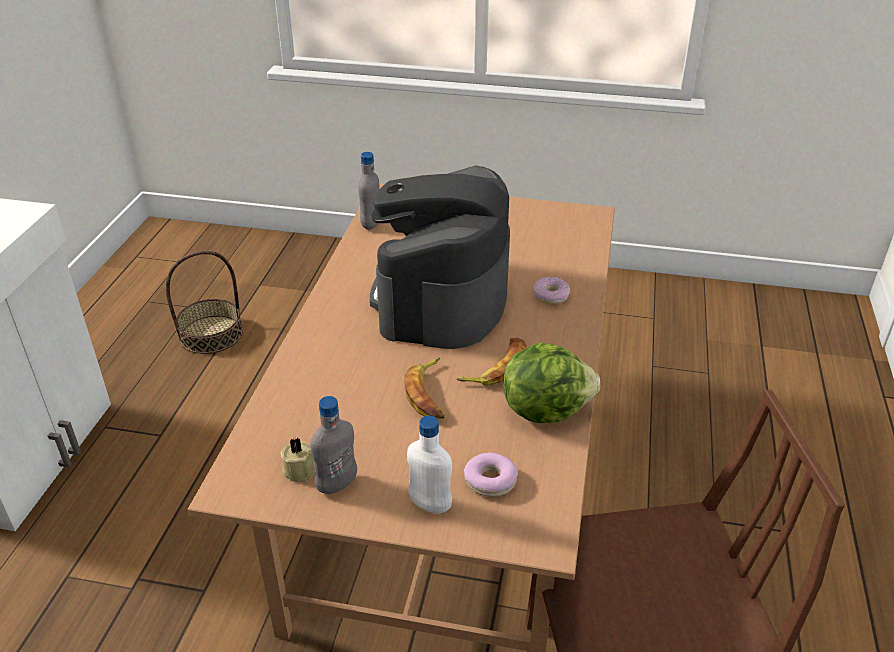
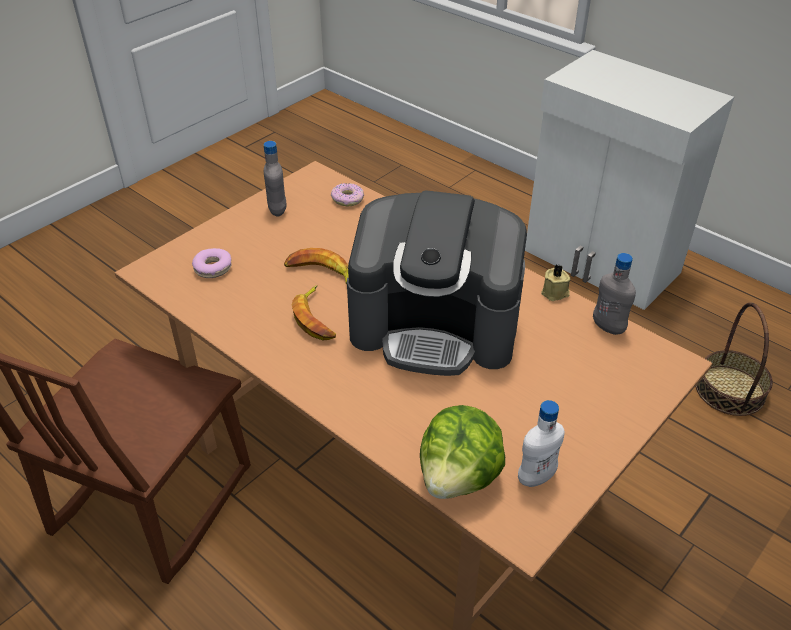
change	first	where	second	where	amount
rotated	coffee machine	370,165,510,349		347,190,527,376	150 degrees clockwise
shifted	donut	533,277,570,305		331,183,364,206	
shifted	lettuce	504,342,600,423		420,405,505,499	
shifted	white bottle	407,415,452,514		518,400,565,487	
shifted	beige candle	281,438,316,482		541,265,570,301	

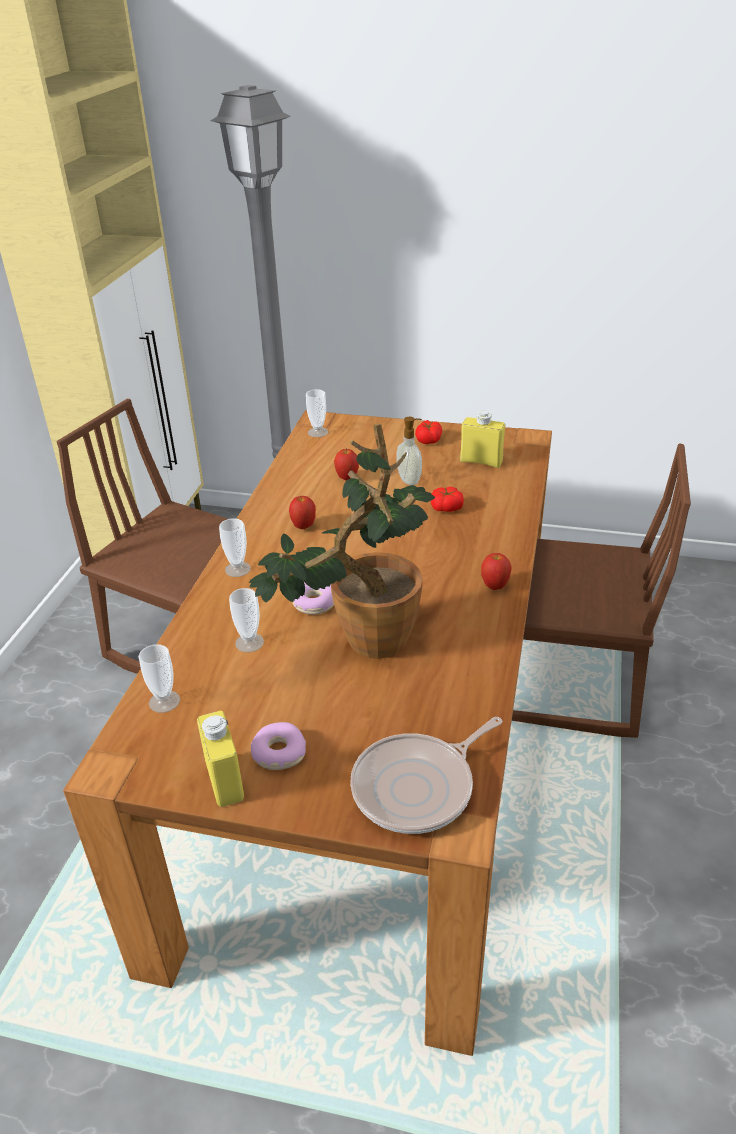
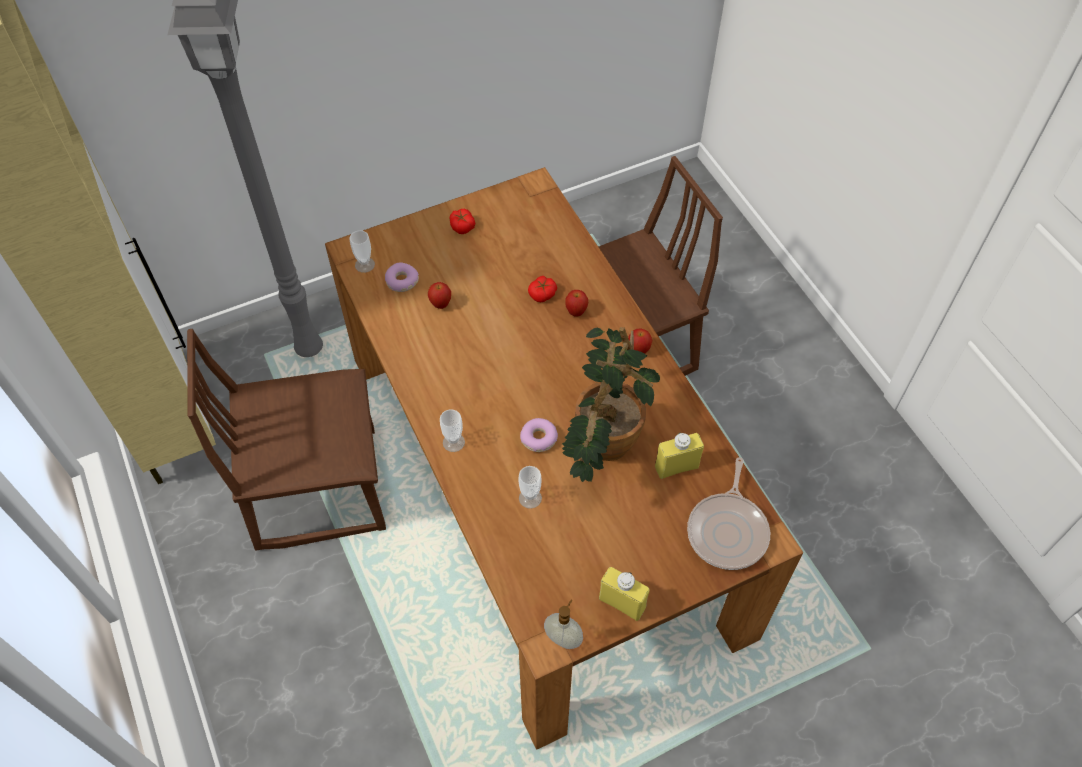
change	first	where	second	where	amount
shifted	yellow bottle	460,411,505,468		655,433,704,479	
shifted	soap dispenser	397,417,422,485		544,600,583,649	
shifted	apple	289,496,316,529		565,290,588,317	
gone	cup	138,644,180,713			
shifted	donut	251,722,306,770		385,262,419,292	

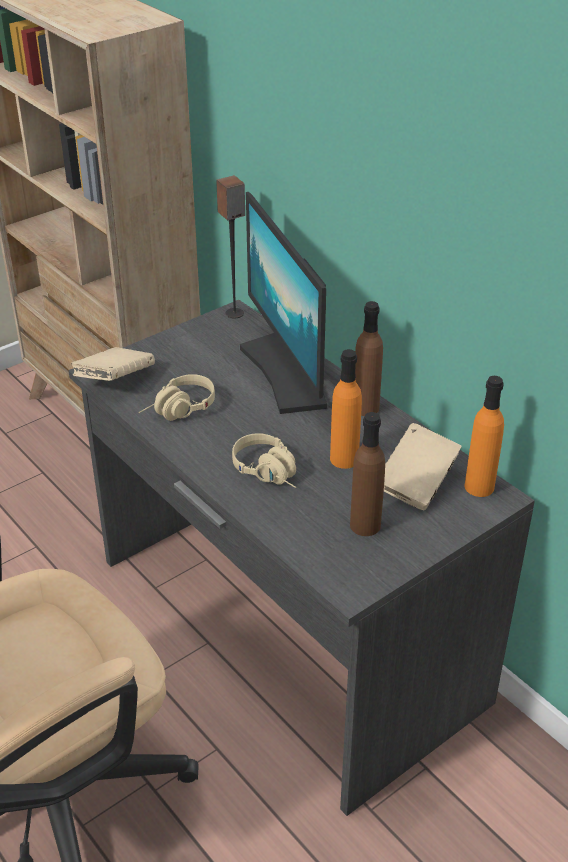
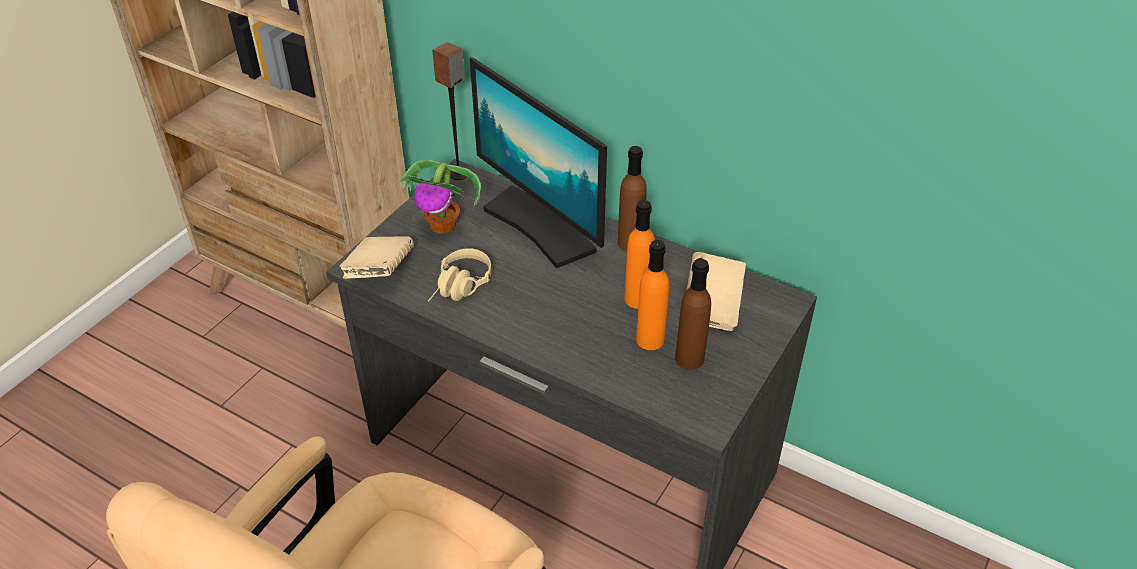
change	first	where	second	where	amount
shifted	orange bottle	464,376,504,497		636,240,669,350	
gone	beige headphones	232,433,296,488			
new			potted plant	397,159,481,233	

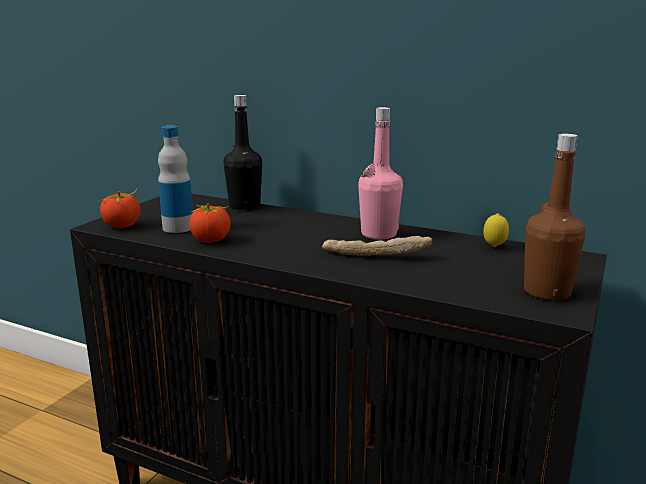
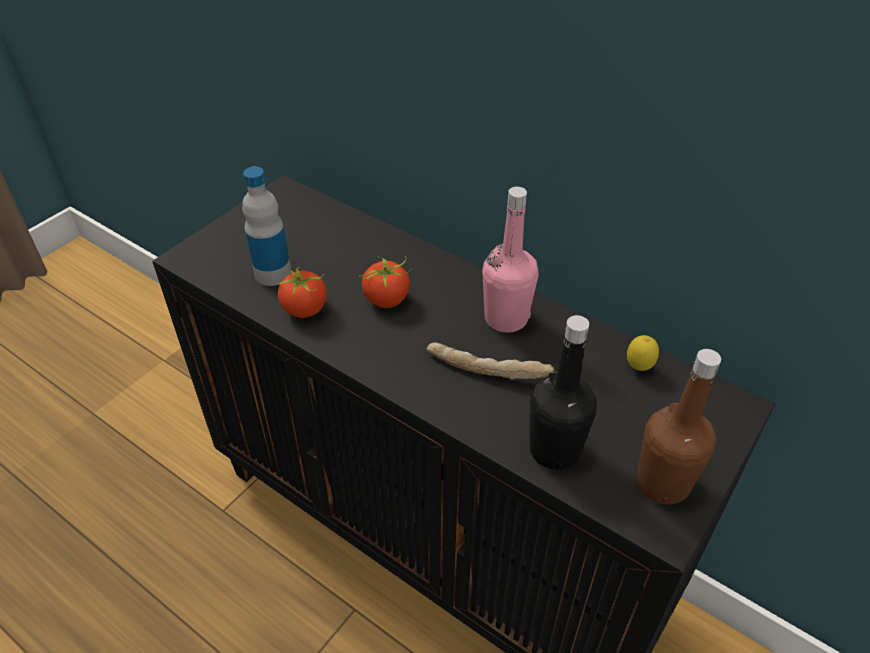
change	first	where	second	where	amount
shifted	black bottle	224,95,262,210		530,315,597,470	
shifted	tomato	98,189,140,228		359,256,412,308	

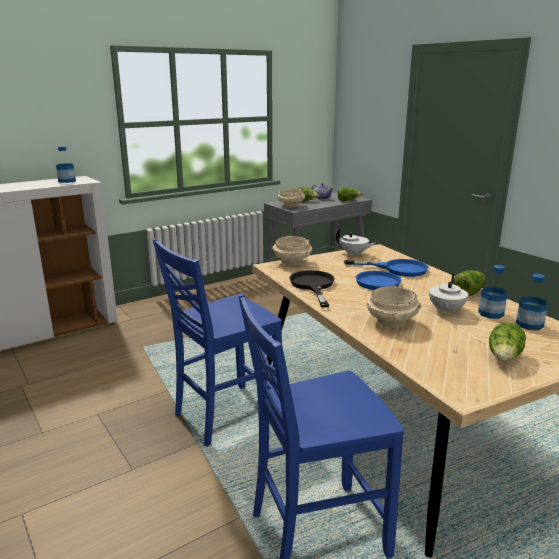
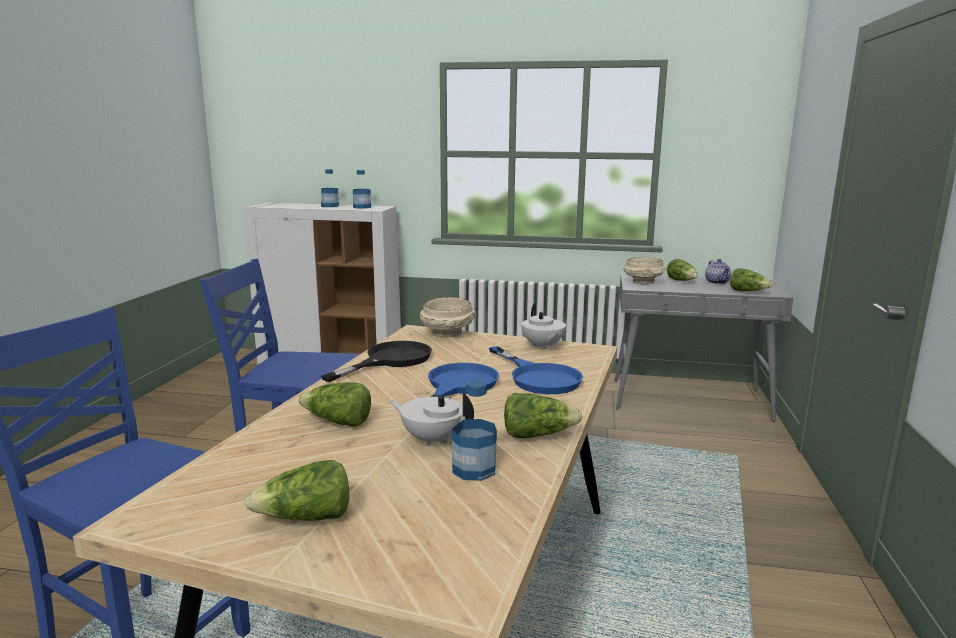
change	first	where	second	where	amount
rotated	white teapot	429,273,468,314		389,393,474,447	45 degrees clockwise
shifted	bottle	516,274,548,330		321,169,339,207	
swapped	beige bowl	367,286,421,327	lettuce	298,382,371,427	

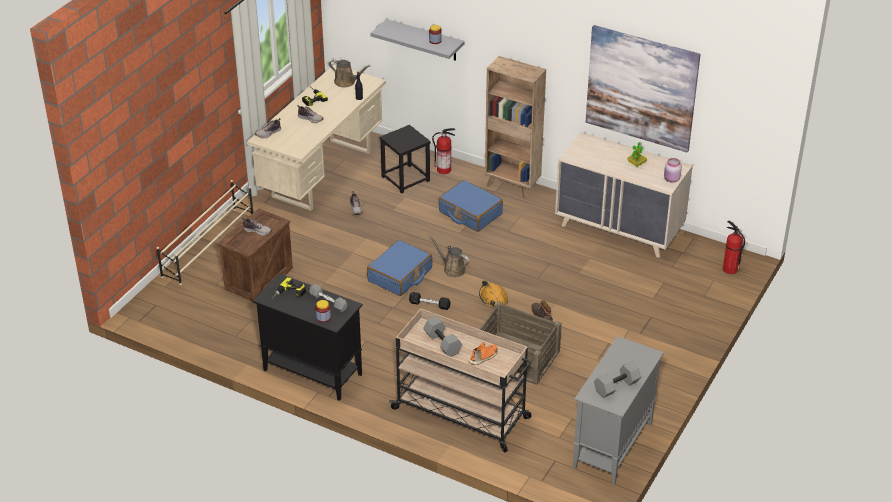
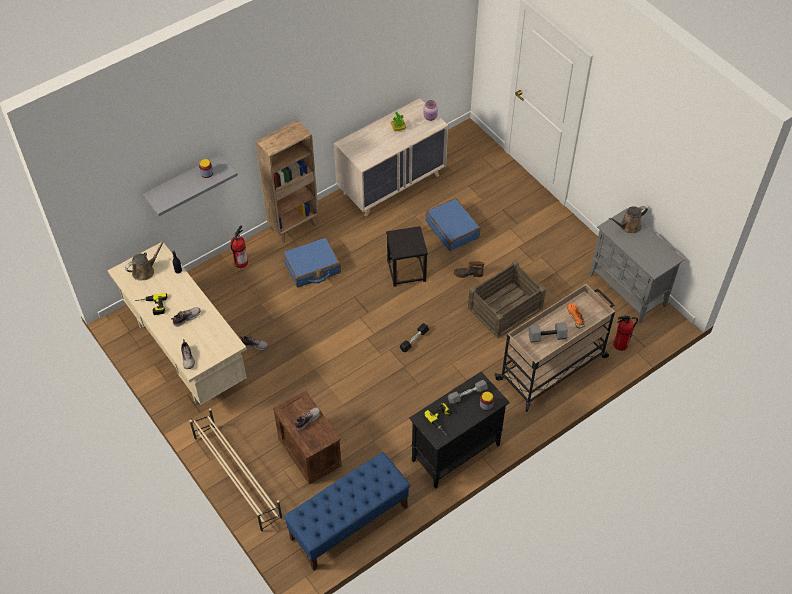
change	first	where	second	where	amount
gone	picture	586,25,701,152			
shifted	black stool	379,125,431,194		386,226,428,287	
shifted	fire extinguisher	723,221,745,274		613,316,638,351	
shifted	brown watering can	429,235,470,277		609,206,648,233	
shifted	blue suitcase	367,240,432,296		426,198,481,251	
gone	orange hard hat	479,280,508,307			
gone	grey dumbbell	594,361,641,398			
new			blue bench	284,452,410,571	

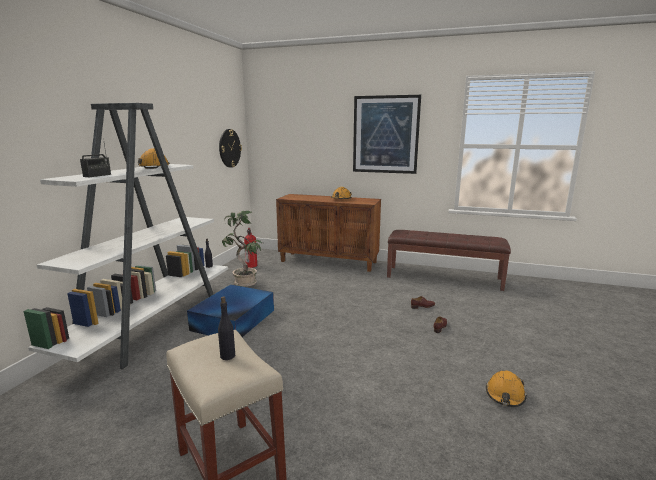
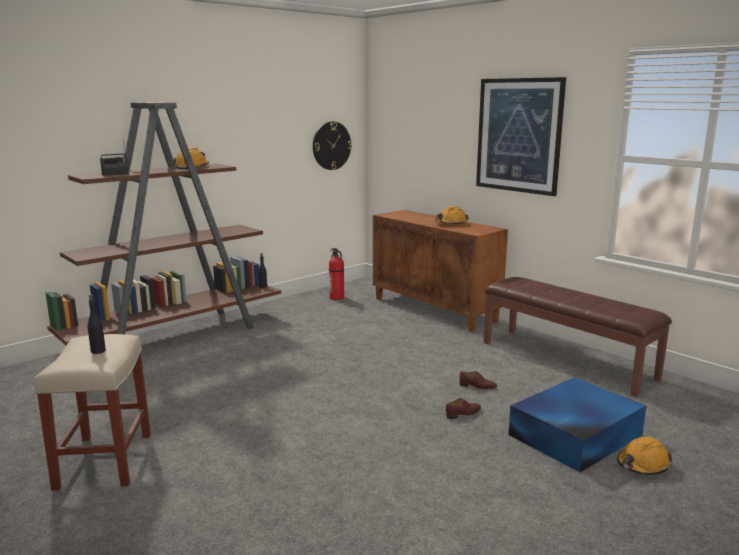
change	first	where	second	where	amount
repainted	white bookcase	23,103,228,369	brown bookcase	45,102,281,345	
gone	potted plant	220,211,263,287			
shifted	blue storage box	187,285,274,337		508,377,646,472	
shifted	orange hard hat	486,370,527,407		617,437,672,475	

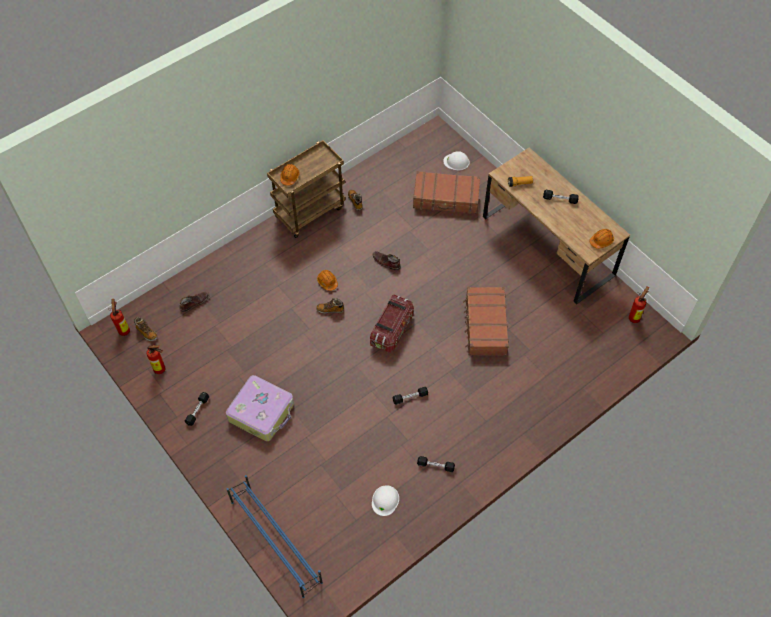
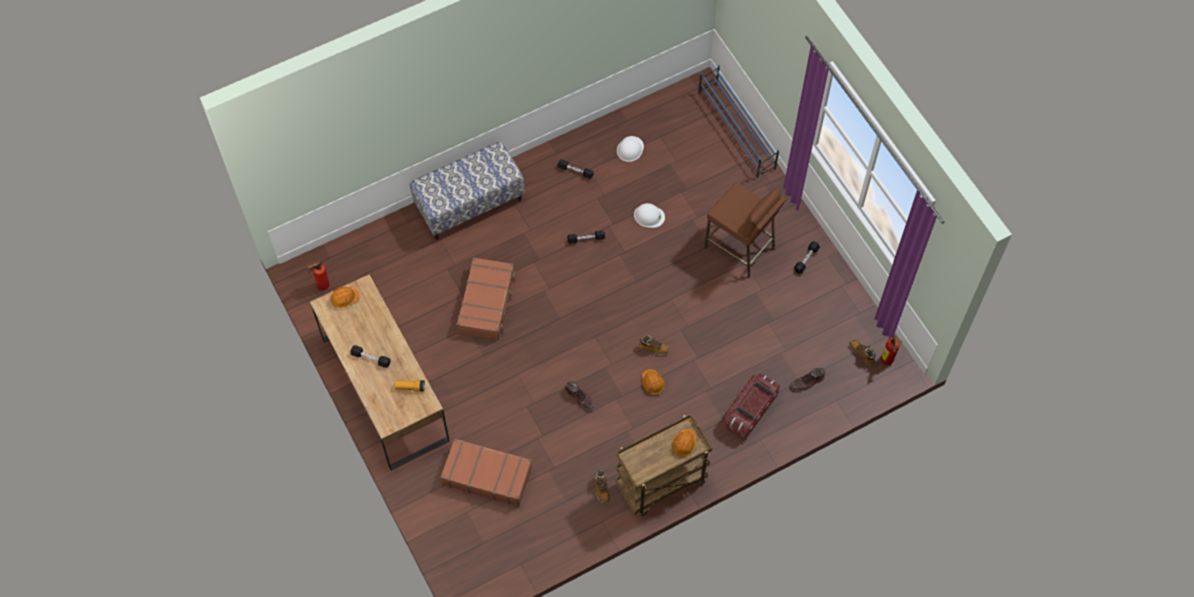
change	first	where	second	where	amount
shifted	white hard hat	443,151,470,171		634,203,665,228	
shifted	storage box	370,294,414,353		724,373,780,440	
gone	fire extinguisher	146,344,165,374			
swapped	suitcase	226,375,294,441	brown stool	704,182,786,278	
new			bench	410,141,525,240	

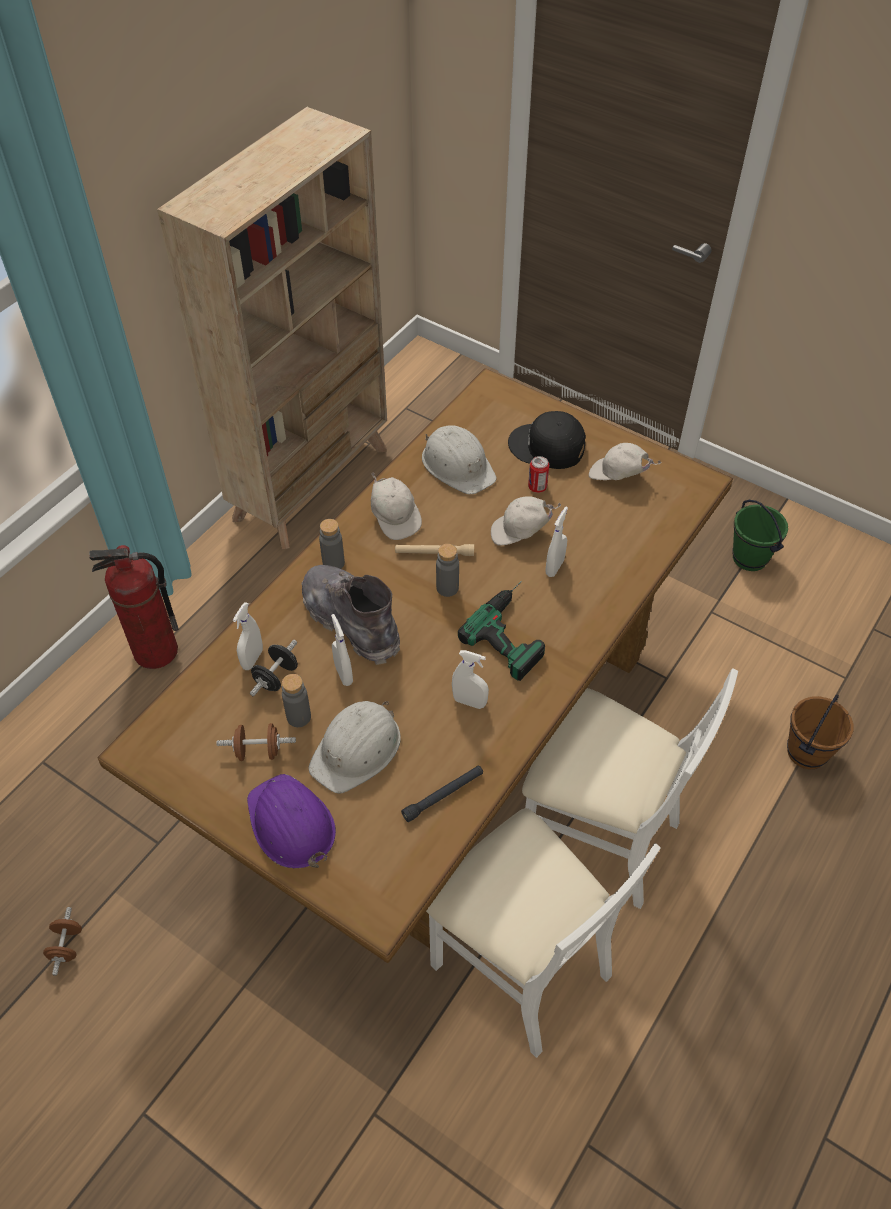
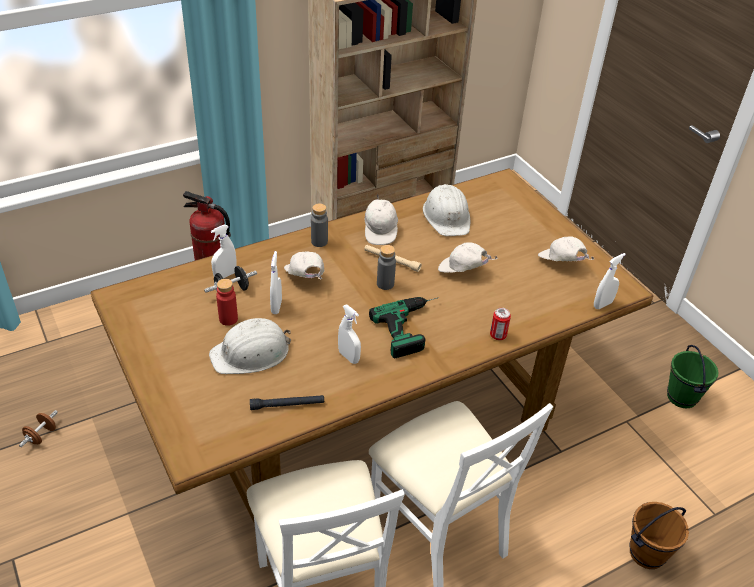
change	first	where	second	where	amount
gone	black cap	508,411,586,469			
shifted	can	528,456,549,493		490,308,511,340	
shifted	white spray bottle	545,507,568,577		594,253,626,309	
swapped	grey boot	302,565,400,665	white cap	284,251,324,280	
repainted	grey bottle	282,674,311,727	red bottle	216,279,238,326	
gone	brown dumbbell	216,723,296,761			
gone	purple hard hat	247,774,336,868			

